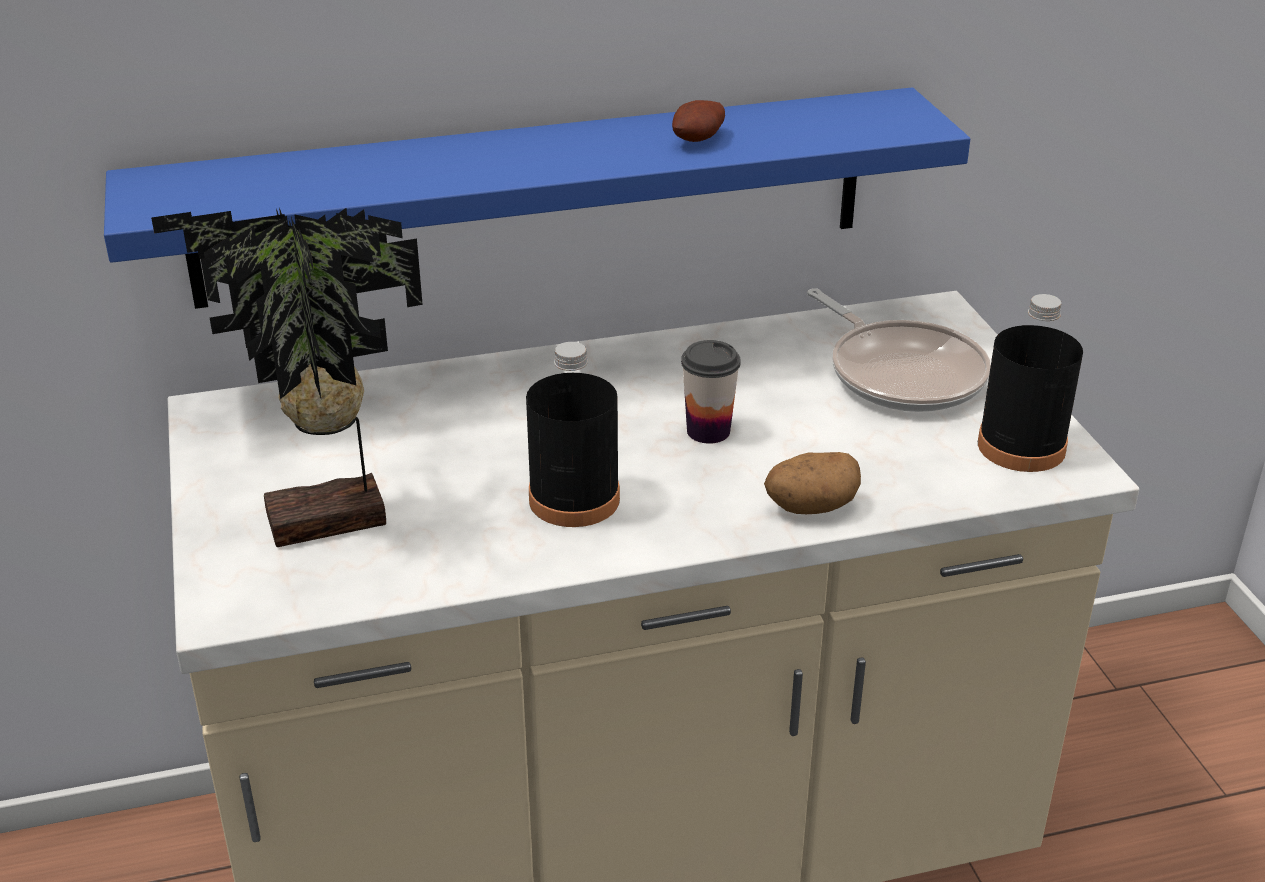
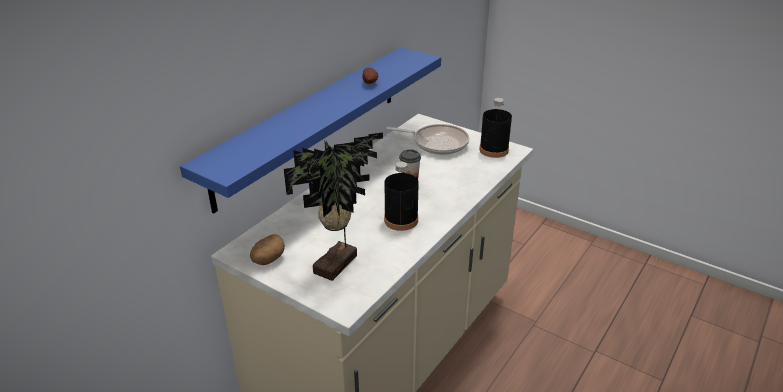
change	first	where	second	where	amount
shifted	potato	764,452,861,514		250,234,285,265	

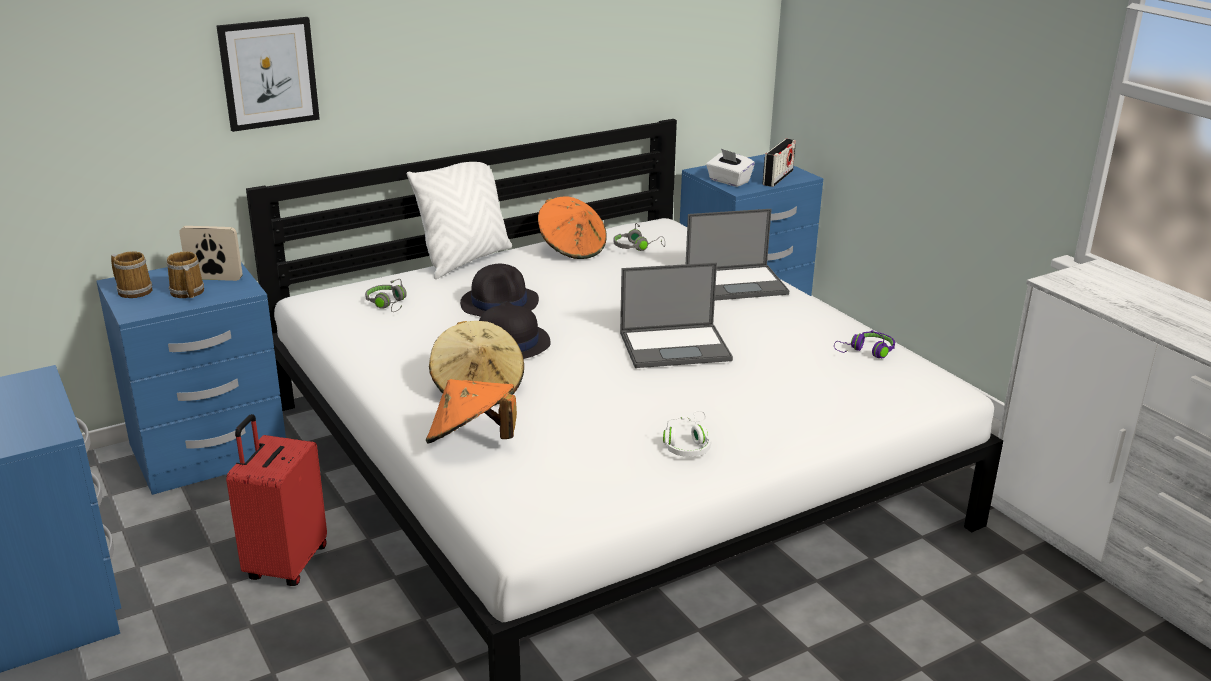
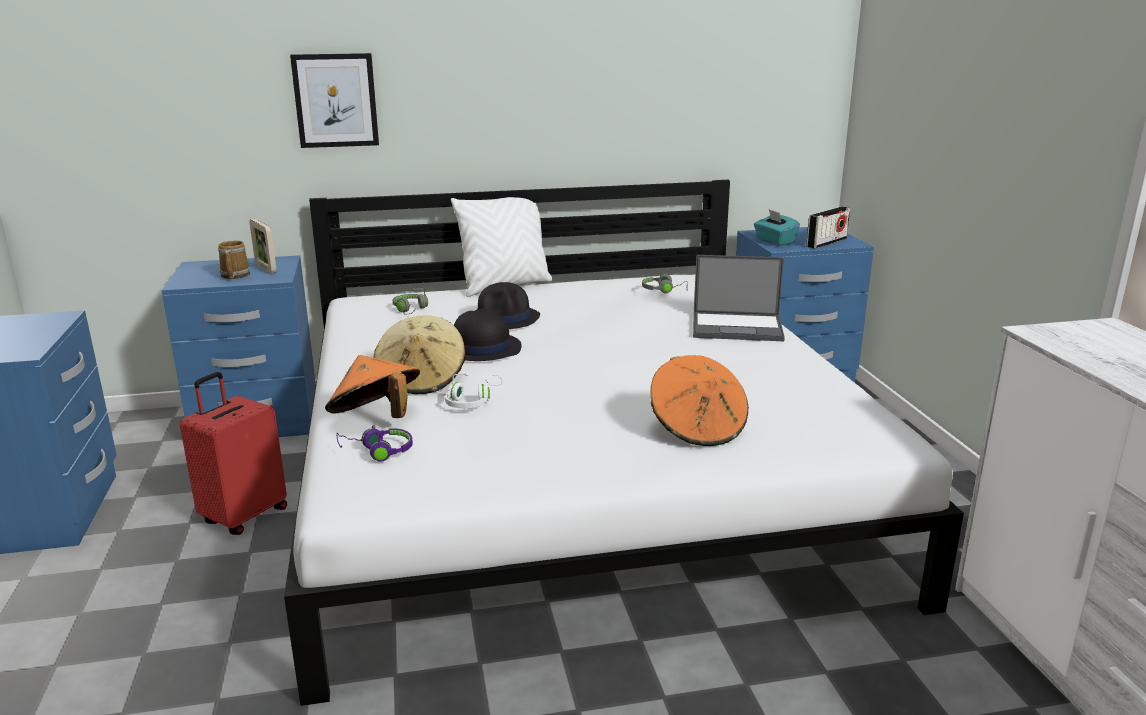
change	first	where	second	where	amount
repainted	white tissue box	706,149,755,187	turquoise tissue box	754,209,800,246	
shifted	orange hat	538,197,607,259		650,355,749,446	
rotated	picture frame	179,226,243,281		249,219,277,274	150 degrees counterclockwise
gone	mug	111,251,153,298			
gone	laptop	620,263,733,368			
shifted	purple headphones	834,330,895,358		337,425,413,462	
shifted	white headphones	663,411,711,457		445,373,502,408	

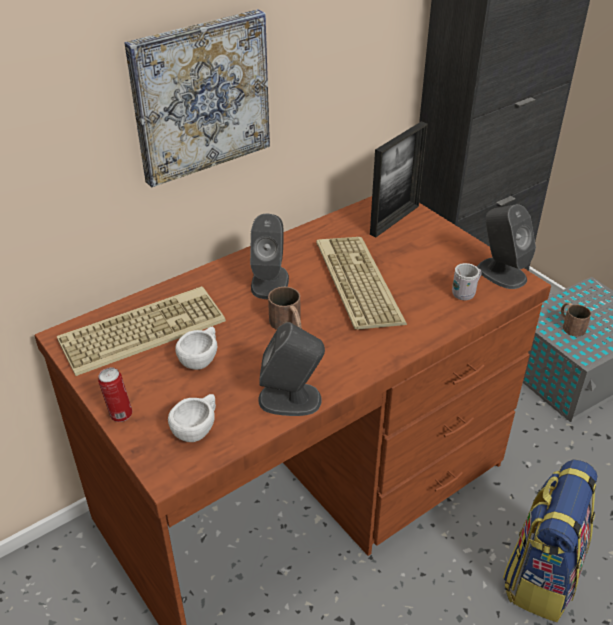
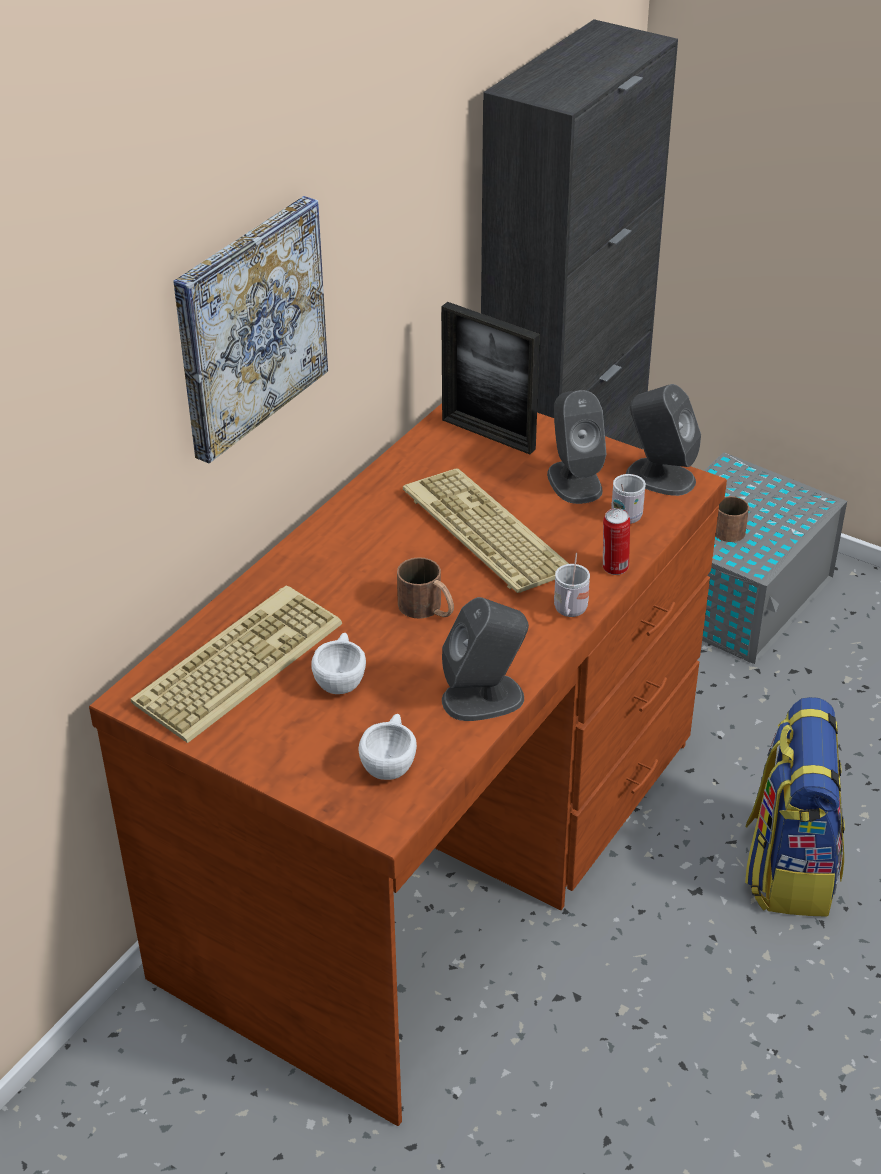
change	first	where	second	where	amount
rotated	picture frame	370,121,428,237		441,302,540,455	105 degrees clockwise
shifted	grey speaker	250,214,289,299		547,390,606,504	
shifted	can	98,367,132,422		603,508,630,575	
new			white mug	554,553,590,617	

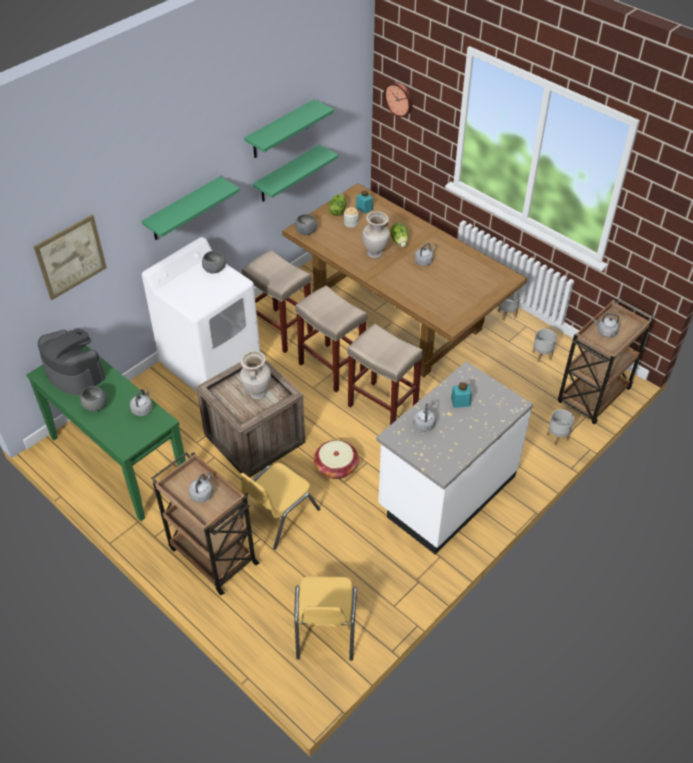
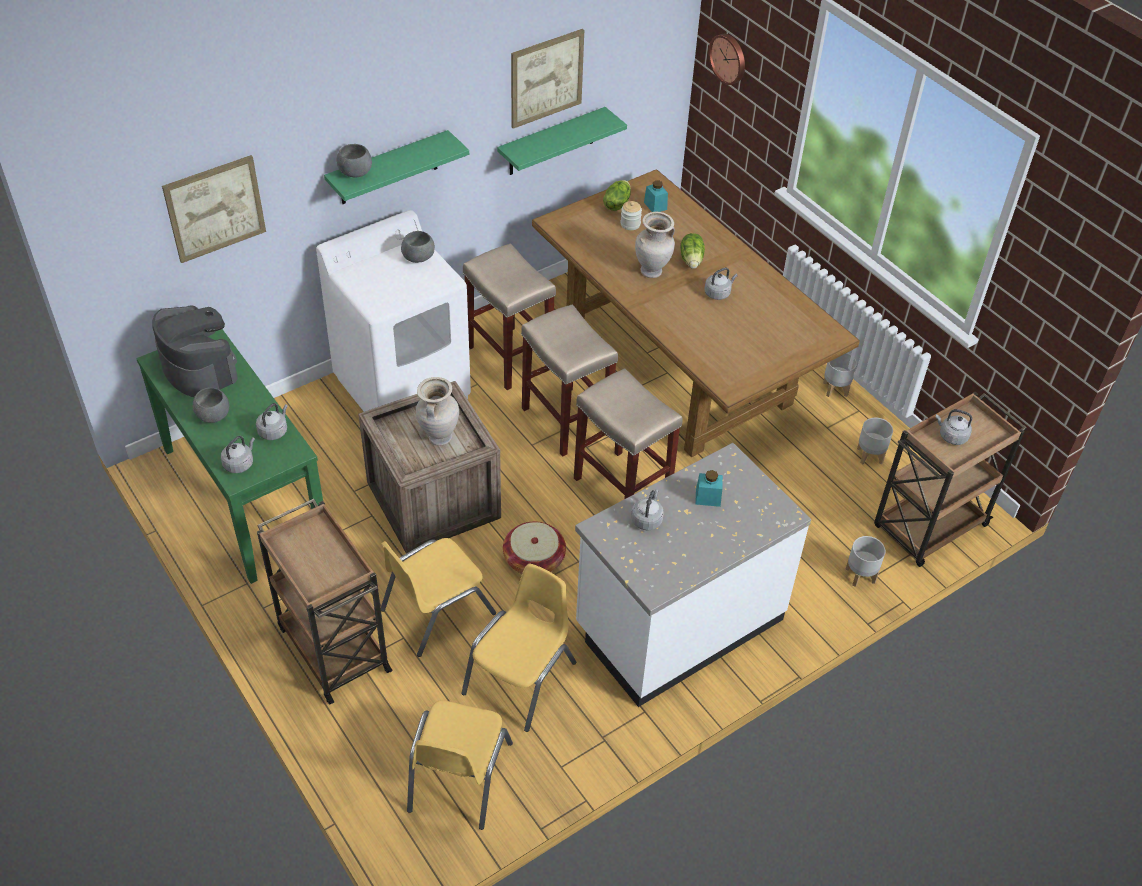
change	first	where	second	where	amount
swapped	green shelf	244,99,334,158	picture	511,29,584,129	
shifted	grey bowl	295,214,317,235		336,144,372,178	
shifted	grey kettle	189,472,213,503		221,436,255,473	
new			yellow chair	461,564,576,732	

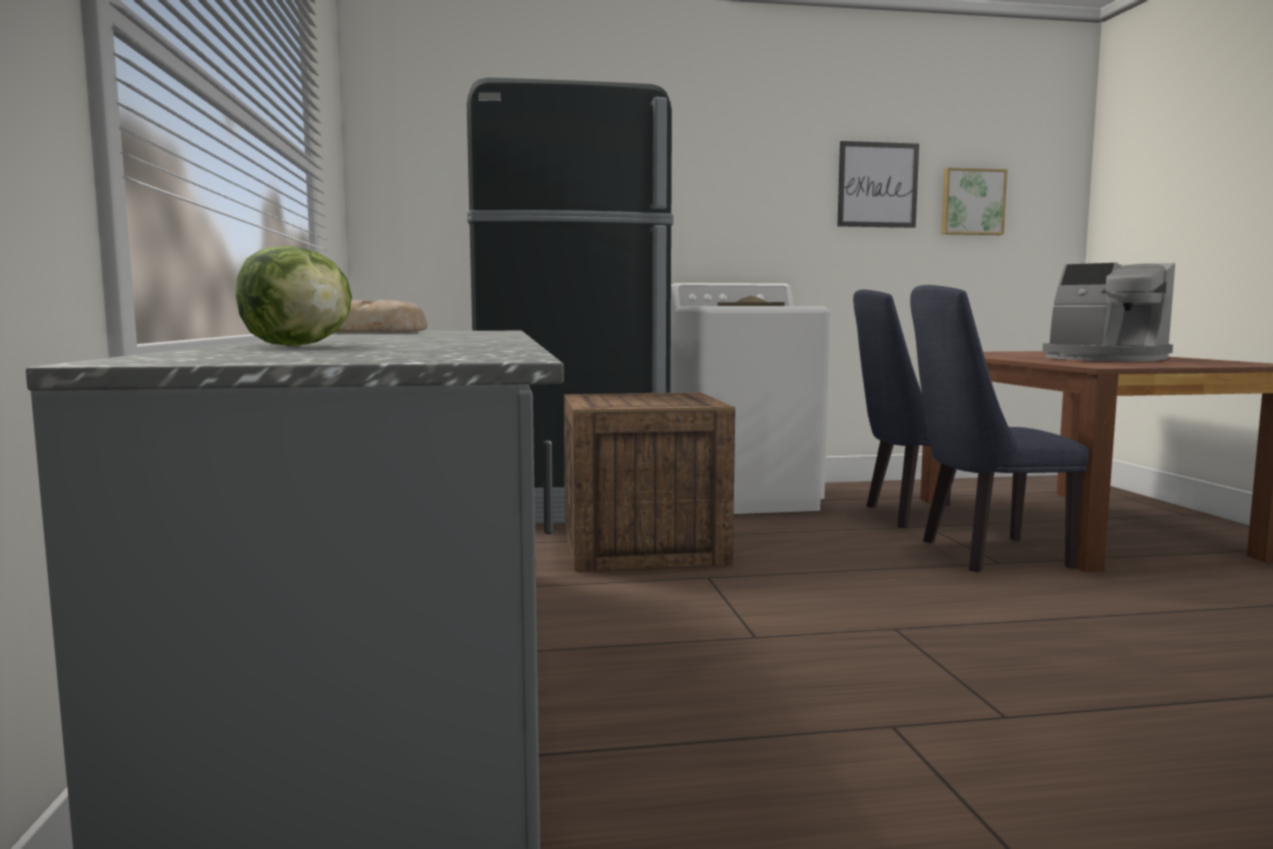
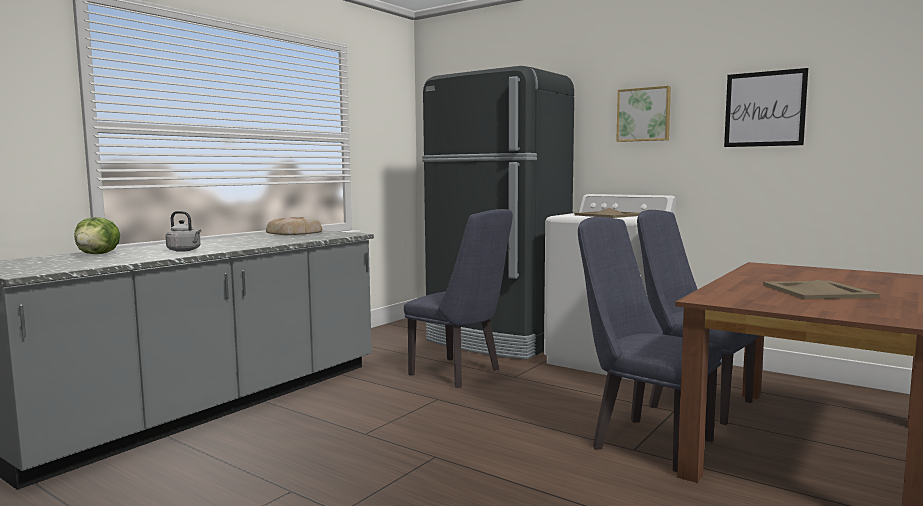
change	first	where	second	where	amount
shifted	picture	941,168,1007,235		616,86,671,142	
swapped	coffee machine	1042,263,1175,362	beige tray	763,280,879,299	
swapped	crate	564,392,735,571	blue chair	404,209,513,388	
new			grey kettle	166,211,202,252	

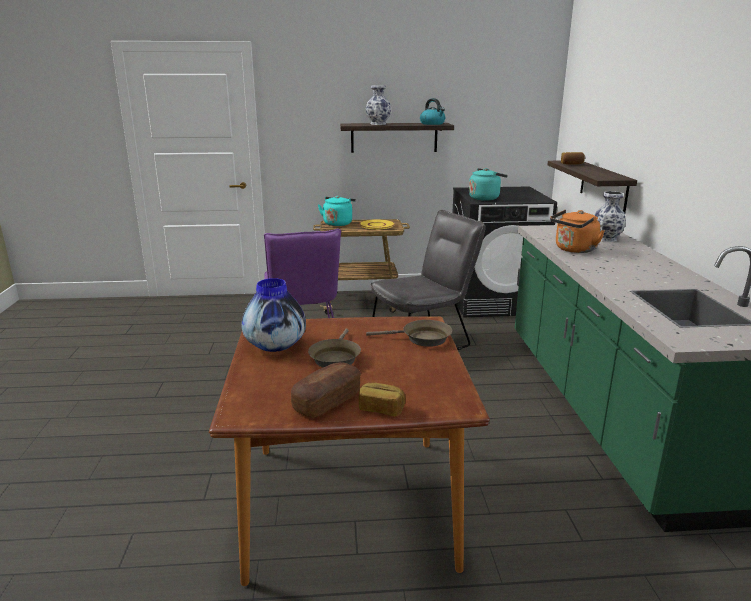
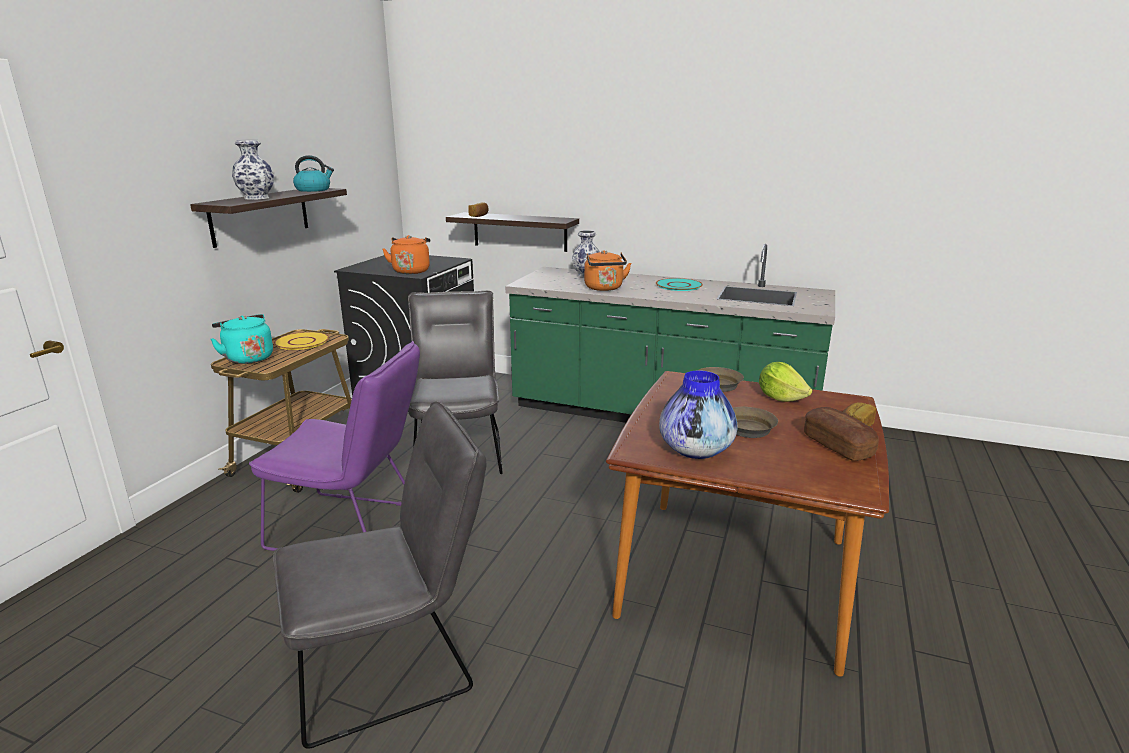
change	first	where	second	where	amount
repainted	turquoise kettle	469,168,508,201	orange kettle	382,235,430,274	
new			turquoise plate	656,278,703,291	
new			lettuce	759,362,812,402	
new			grey chair	273,401,487,749	

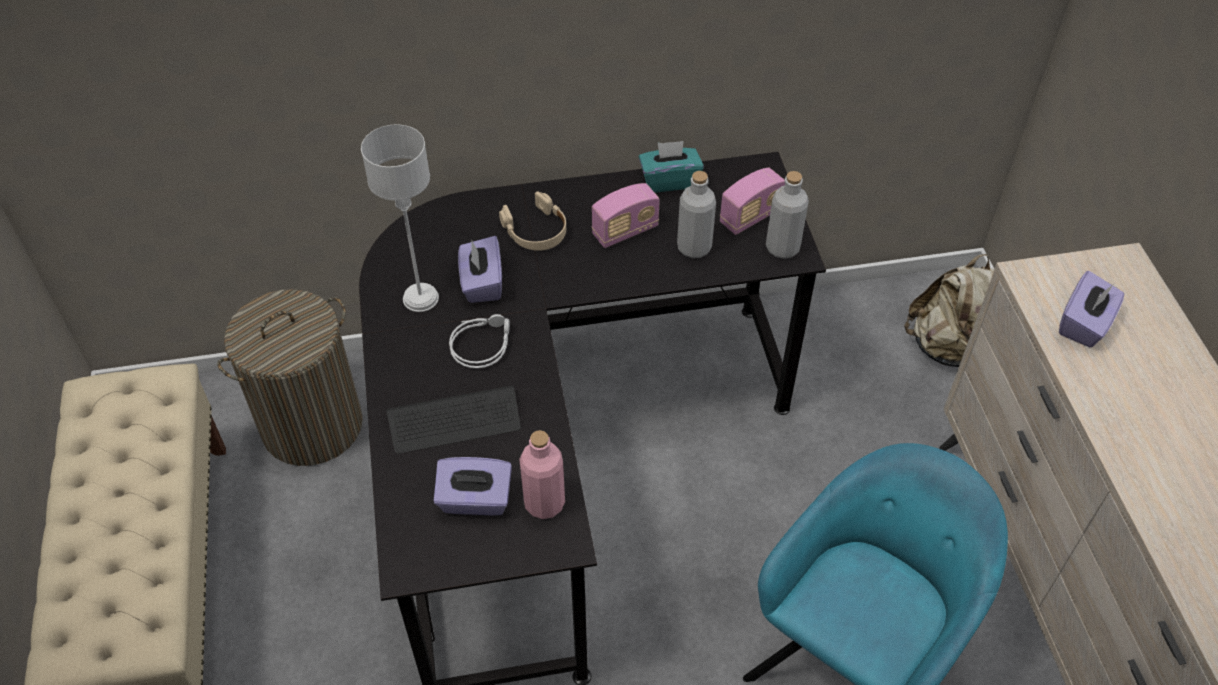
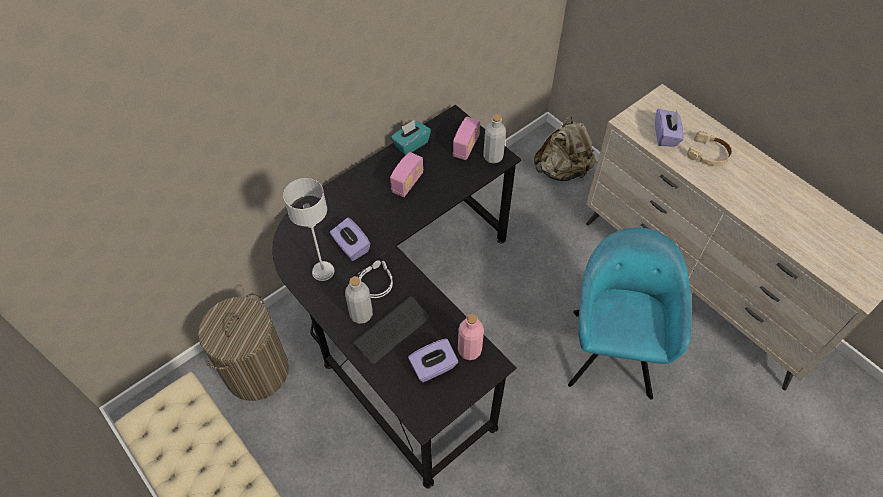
change	first	where	second	where	amount
shifted	grey bottle	677,171,716,258		345,276,373,324	
shifted	beige headphones	499,191,566,251		687,131,732,166	

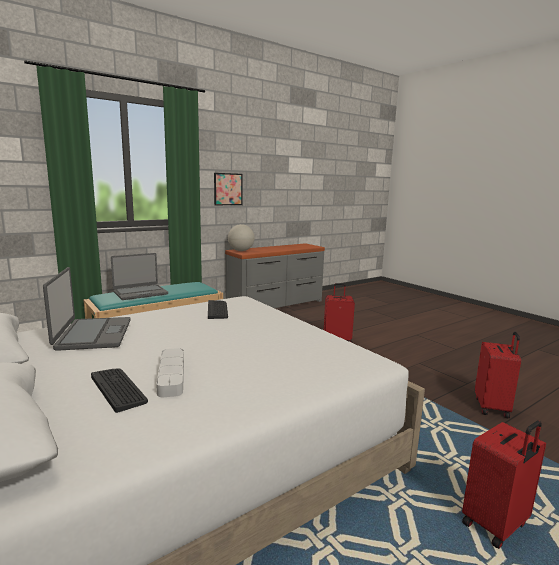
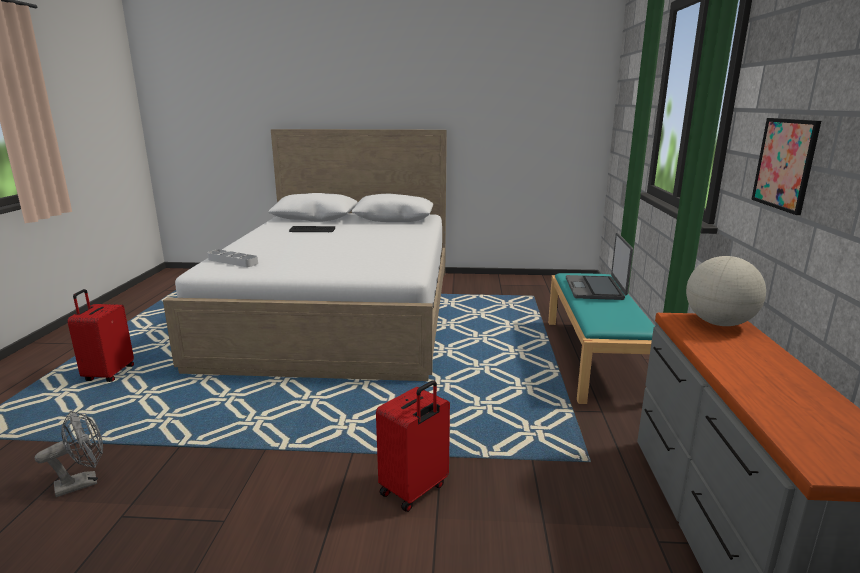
change	first	where	second	where	amount
gone	laptop	43,267,131,351			
gone	keyboard	208,300,228,319			
swapped	red suitcase	475,332,521,418	grey fan	35,411,103,497	
shifted	grey tray	156,348,184,397		208,250,258,267	

